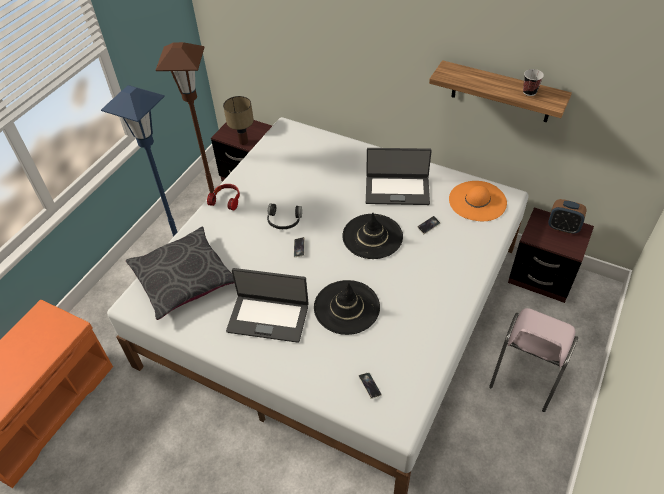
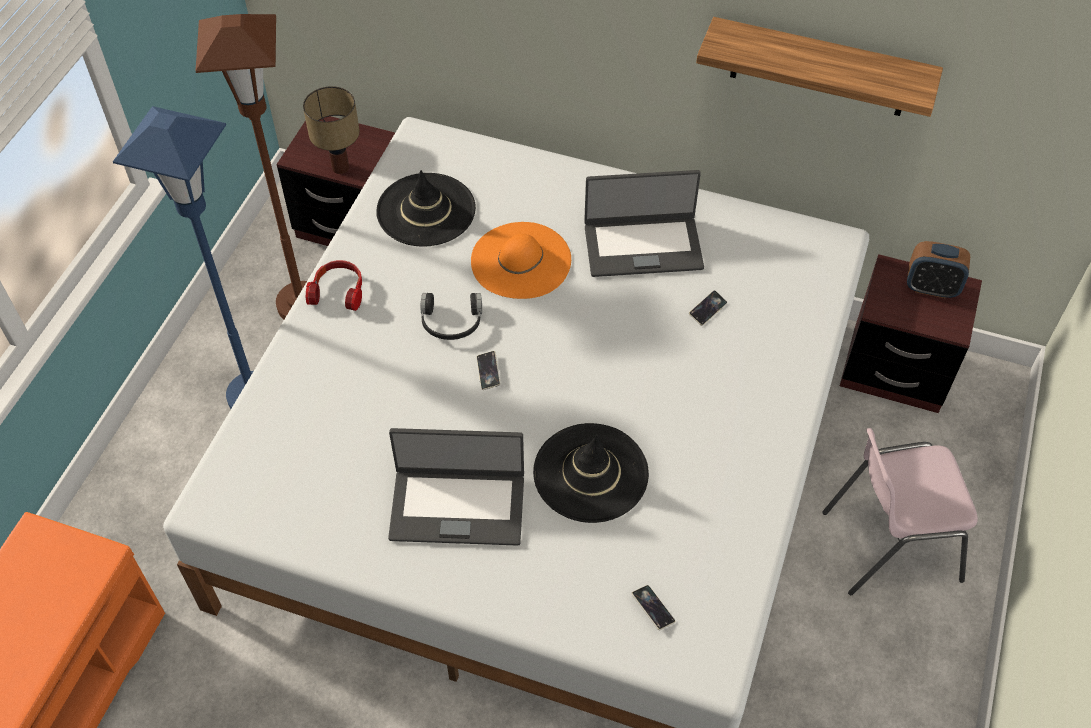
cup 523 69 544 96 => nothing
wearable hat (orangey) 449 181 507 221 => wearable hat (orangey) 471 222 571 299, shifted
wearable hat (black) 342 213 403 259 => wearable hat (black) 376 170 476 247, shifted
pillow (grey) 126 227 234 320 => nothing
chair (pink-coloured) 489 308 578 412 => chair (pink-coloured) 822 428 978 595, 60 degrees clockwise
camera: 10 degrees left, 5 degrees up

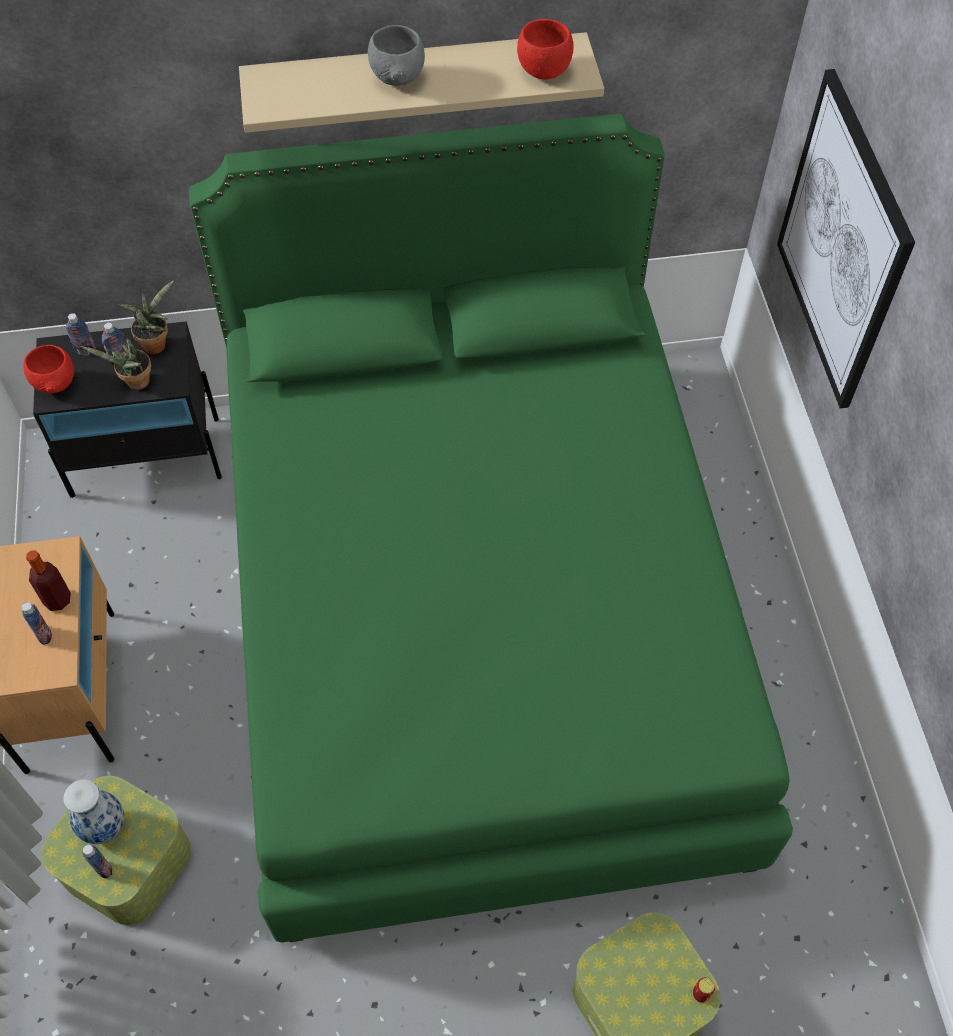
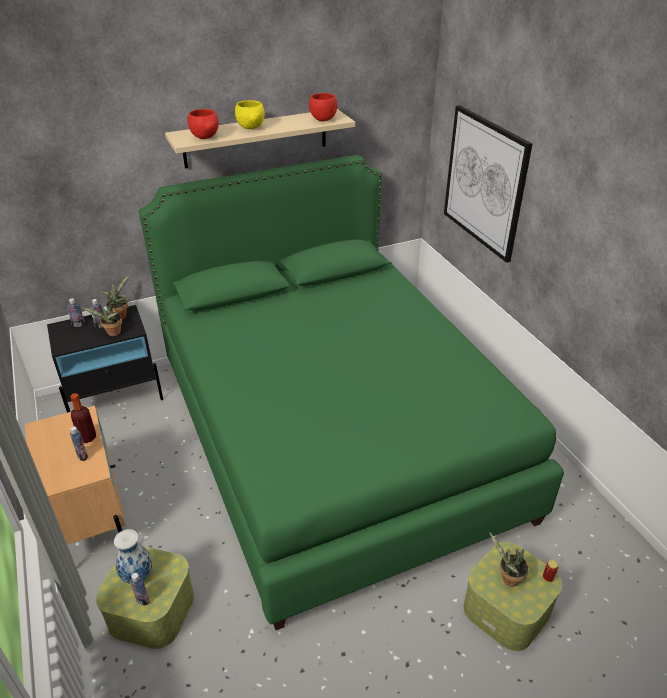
deep dish (grey) 368 25 425 86 => deep dish (yellow-coloured) 235 100 265 129
deep dish (red) 24 345 74 393 => deep dish (red) 188 109 219 139, shifted
nothing => potted plant 489 532 529 587
camera: 15 degrees left, 20 degrees down

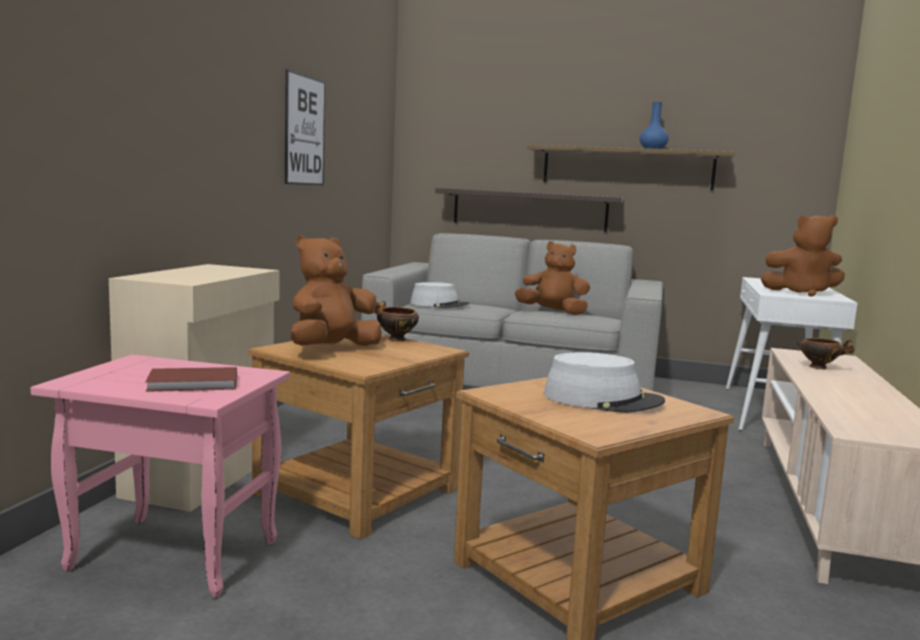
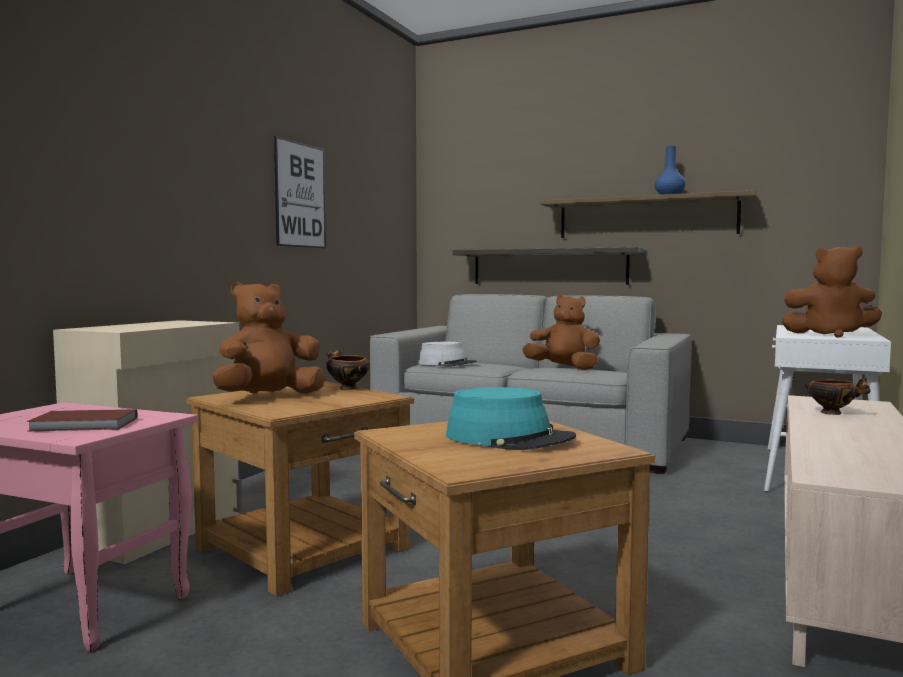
wearable hat (grey) 544 352 665 413 => wearable hat (blue-green) 446 387 576 450
camera: 10 degrees right, 5 degrees down

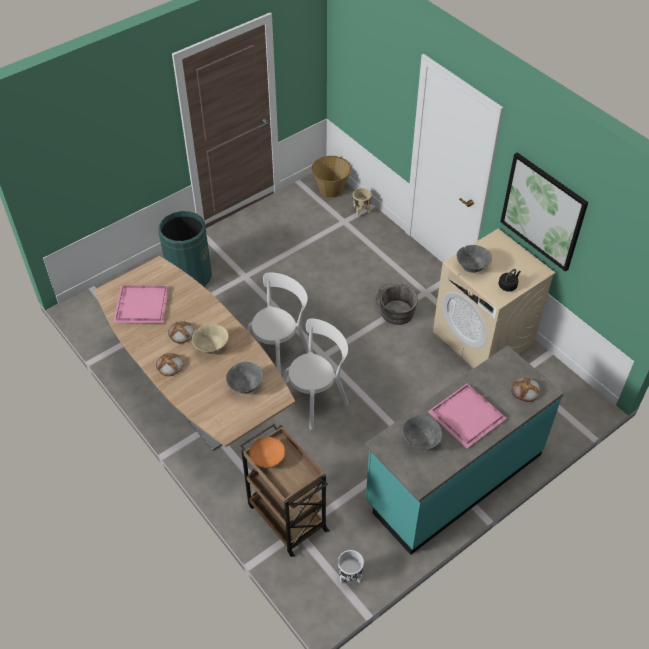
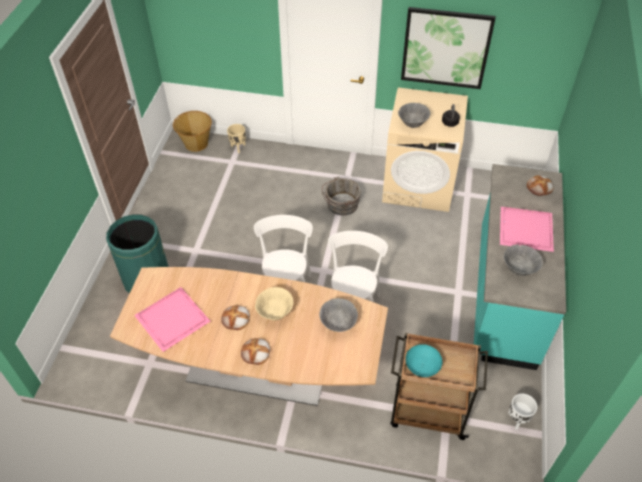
deep dish (orangey) 250 437 285 468 => deep dish (blue-green) 405 344 442 377
camera: 40 degrees left, 0 degrees up

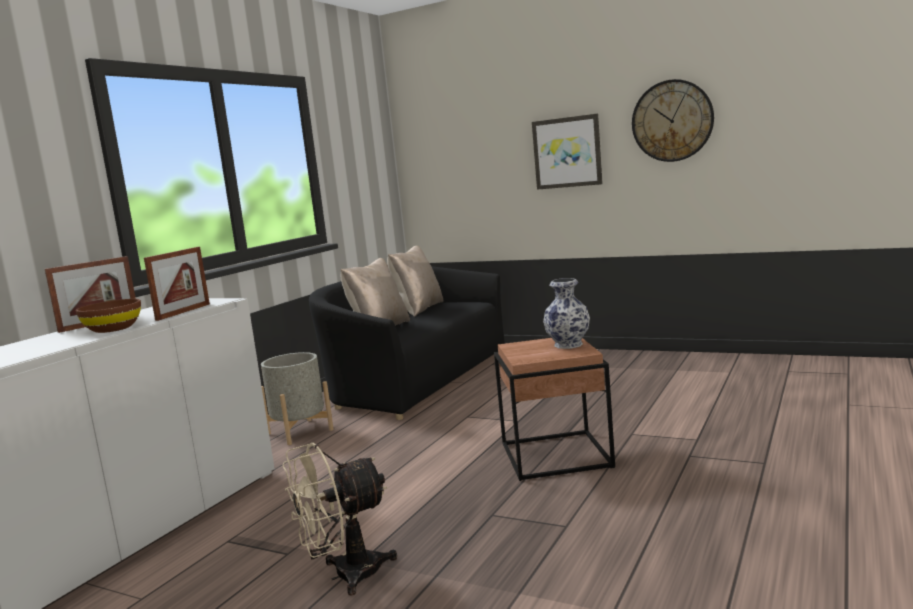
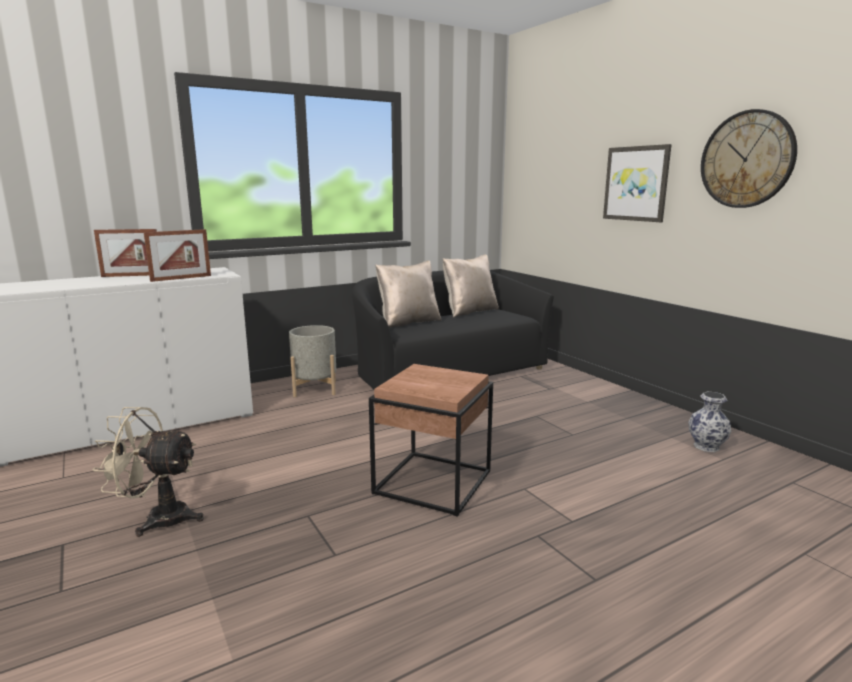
decorative vase 543 278 590 349 => decorative vase 688 392 731 452, shifted
deep dish (brown-coloured) 76 299 141 333 => nothing
camera: 30 degrees right, 5 degrees up

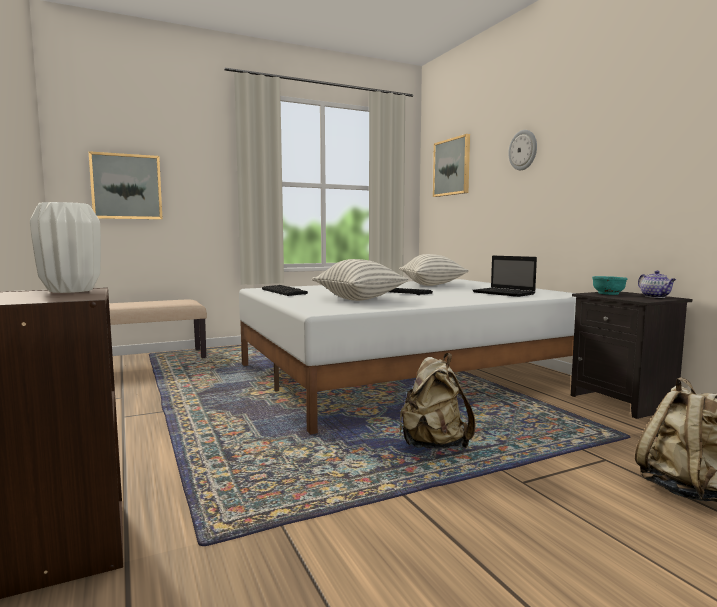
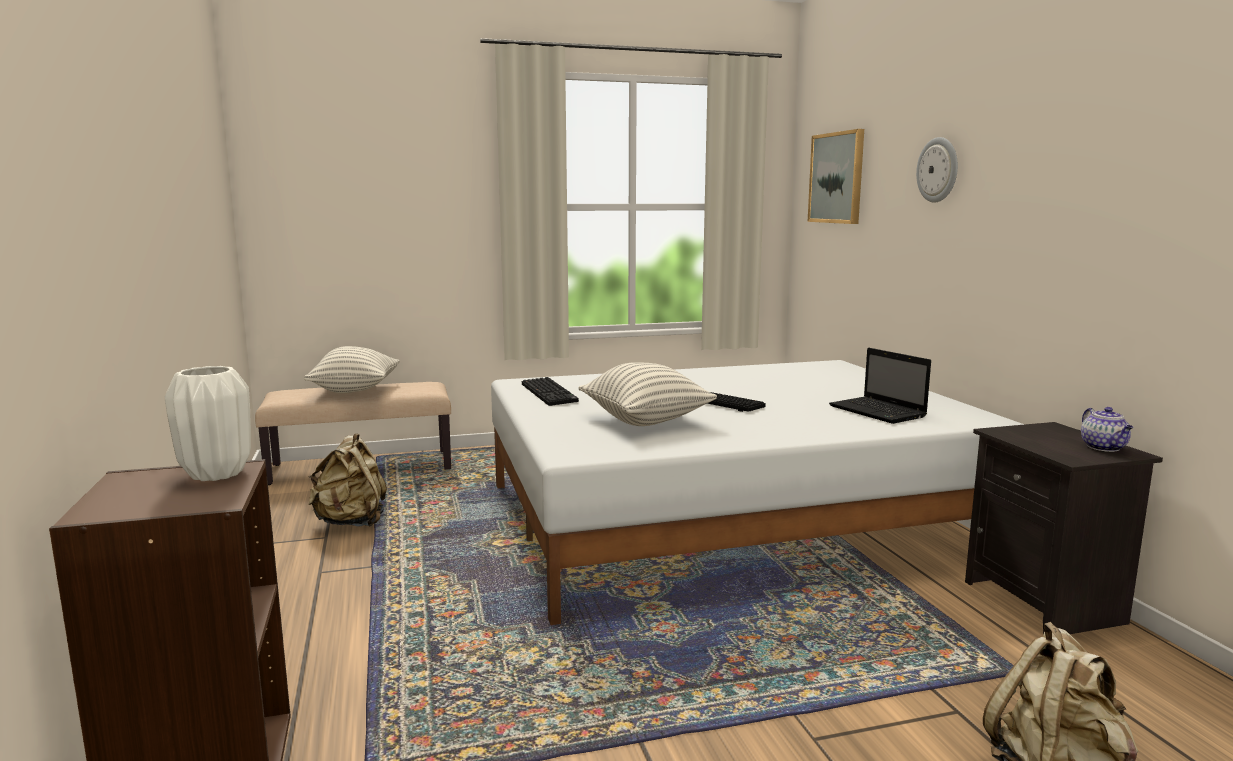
wall picture 88 151 163 219 => nothing
pillow 399 254 469 286 => pillow 304 346 400 393, shifted
deep dish (blue-green) 592 276 628 295 => nothing
rucksack (beige) 399 353 475 449 => rucksack (beige) 309 433 387 527, shifted
camera: 10 degrees right, 5 degrees up

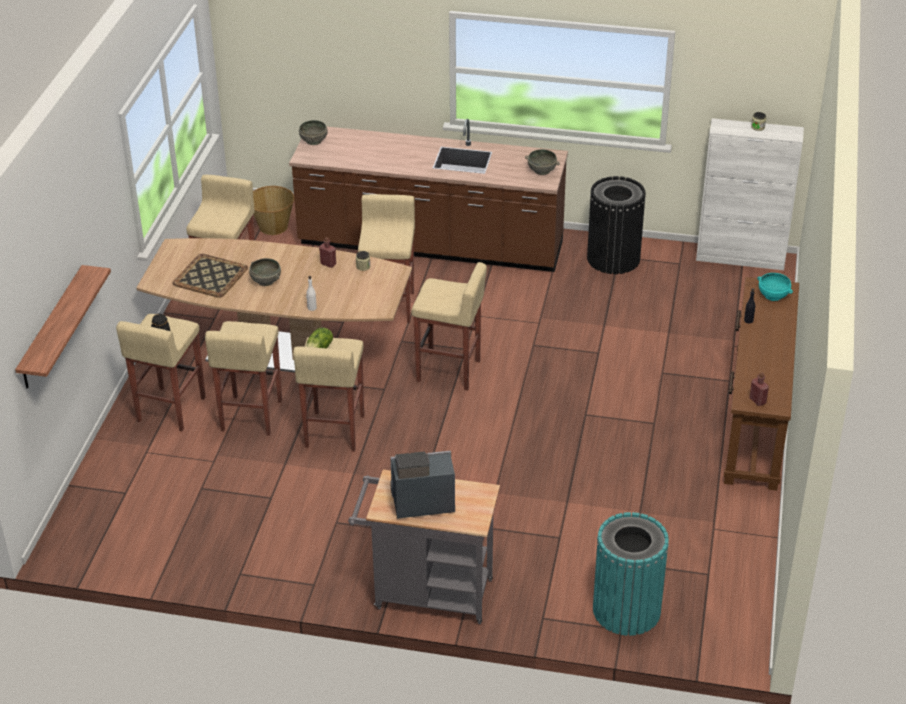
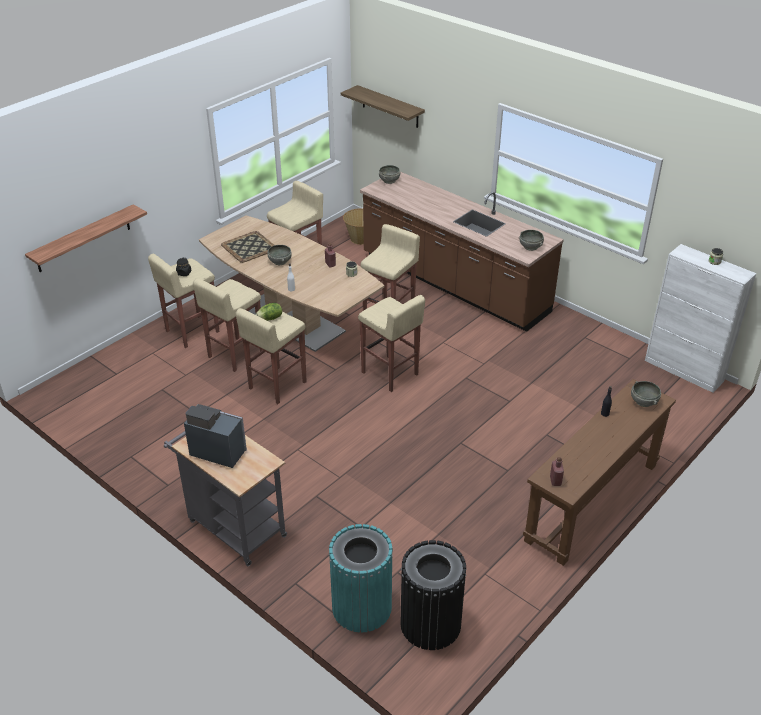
trash can (black) 587 176 646 274 => trash can (black) 401 540 467 650, shifted
deep dish (blue-green) 758 273 793 301 => deep dish (grey) 631 381 661 407
nothing => shelf 341 85 425 128
camera: 30 degrees right, 0 degrees up

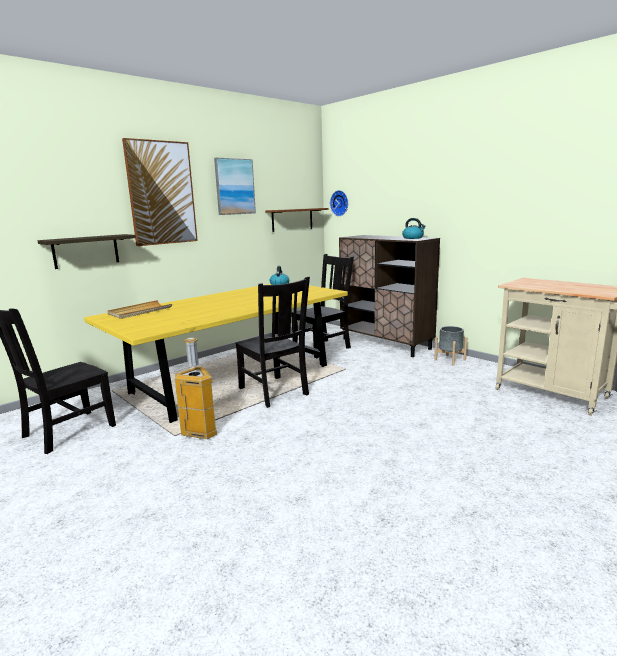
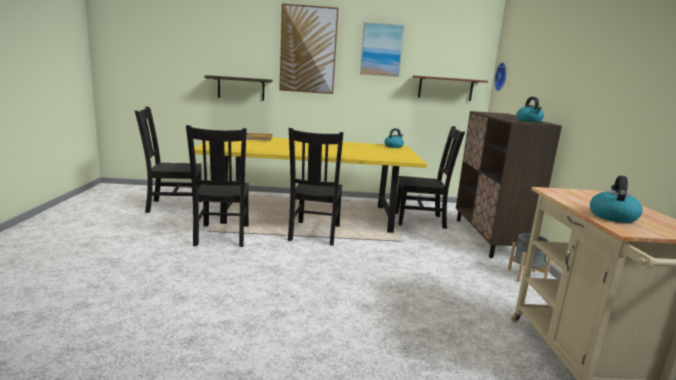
trash can 175 337 217 439 => chair (black) 186 125 249 247
nothing => water kettle 590 175 643 223
camera: 40 degrees right, 0 degrees up

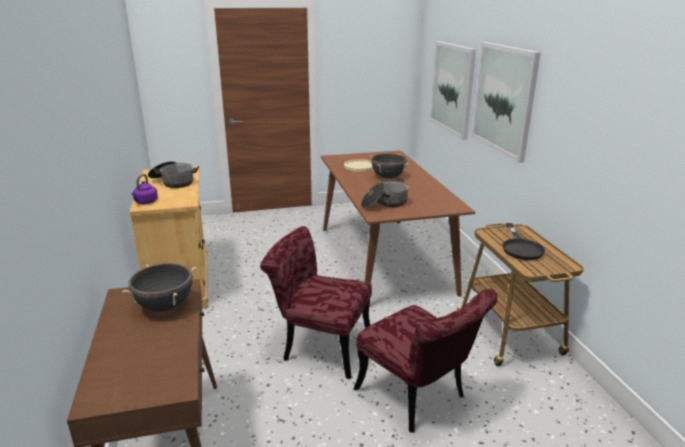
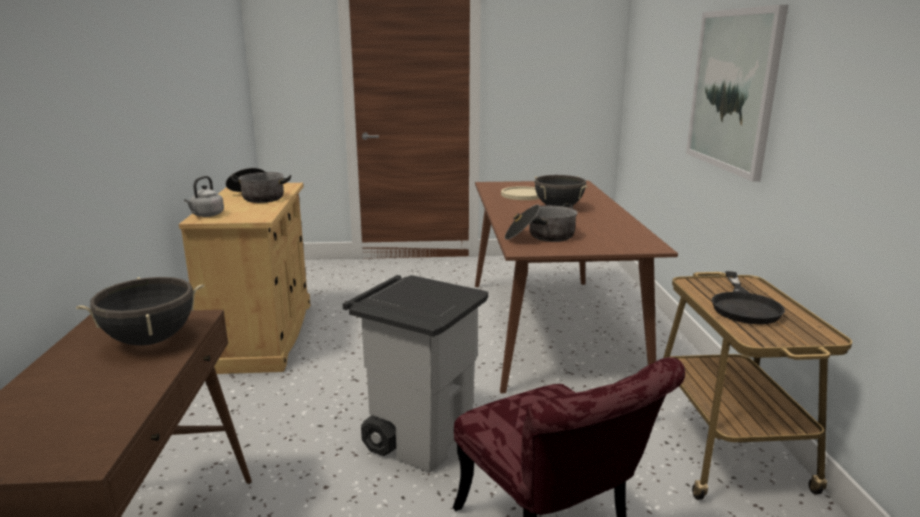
wall picture 430 41 476 140 => nothing
water kettle (purple) 132 174 158 204 => water kettle (grey) 184 176 224 217
chair (red) 260 226 372 379 => trash can (grey) 343 275 488 473
camera: 10 degrees right, 5 degrees down

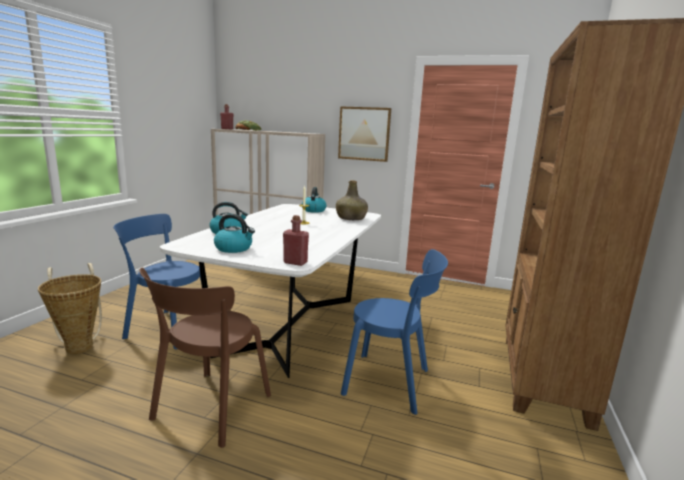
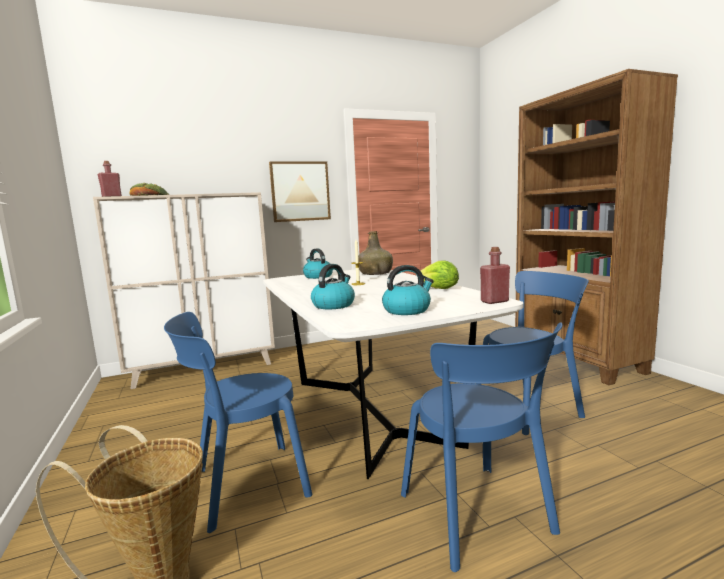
chair (brown-coloured) 140 267 271 448 => chair (blue) 401 322 563 572
nothing => head of lettuce 421 260 459 289
camera: 40 degrees left, 5 degrees down

